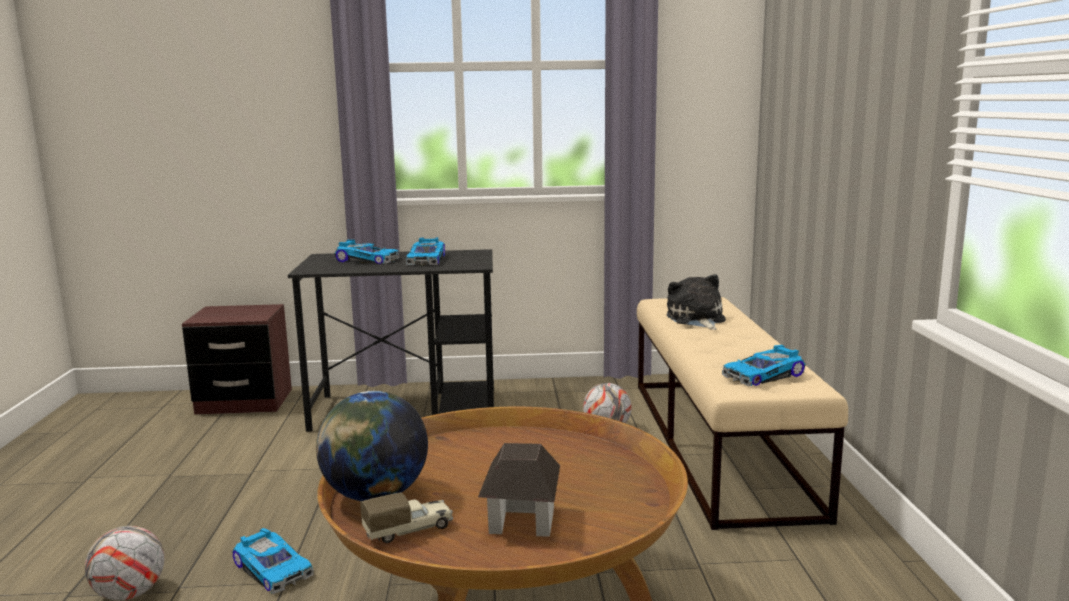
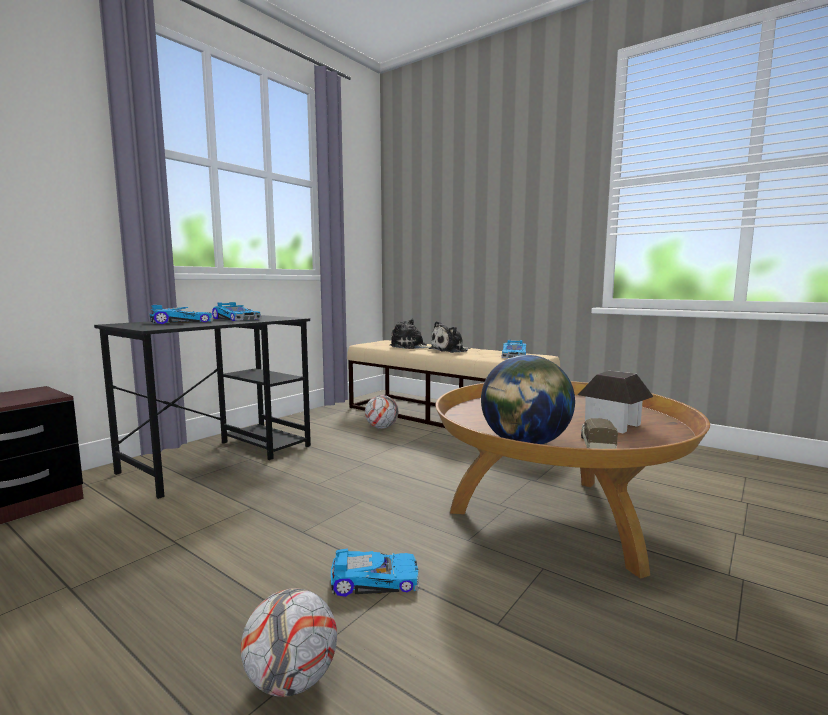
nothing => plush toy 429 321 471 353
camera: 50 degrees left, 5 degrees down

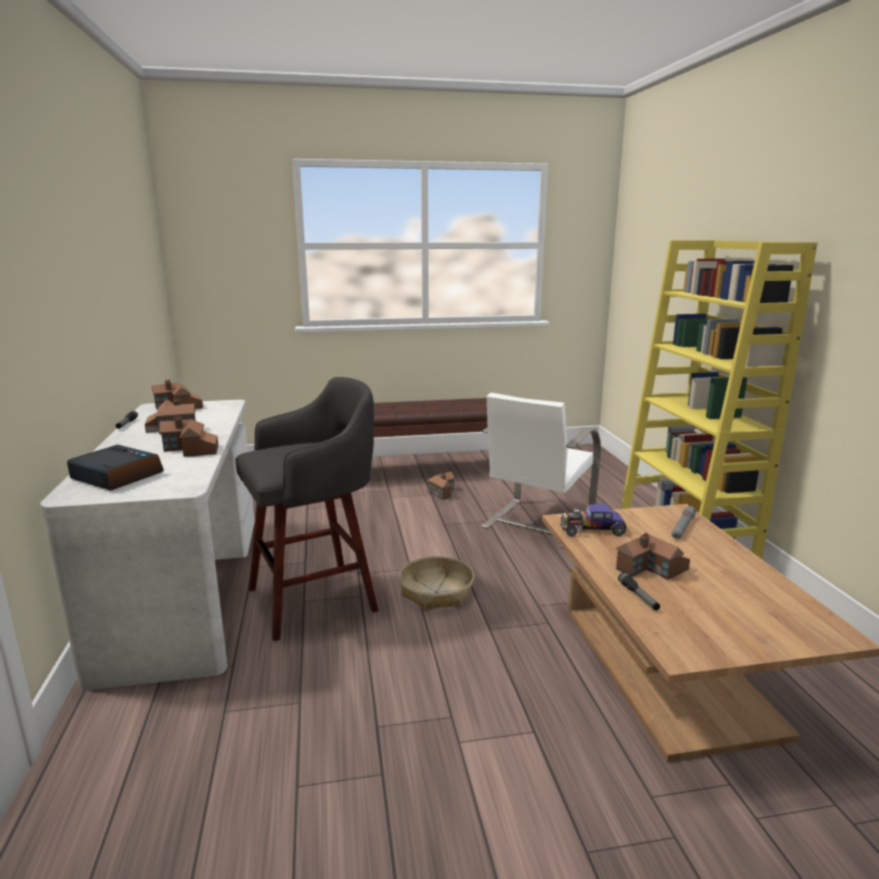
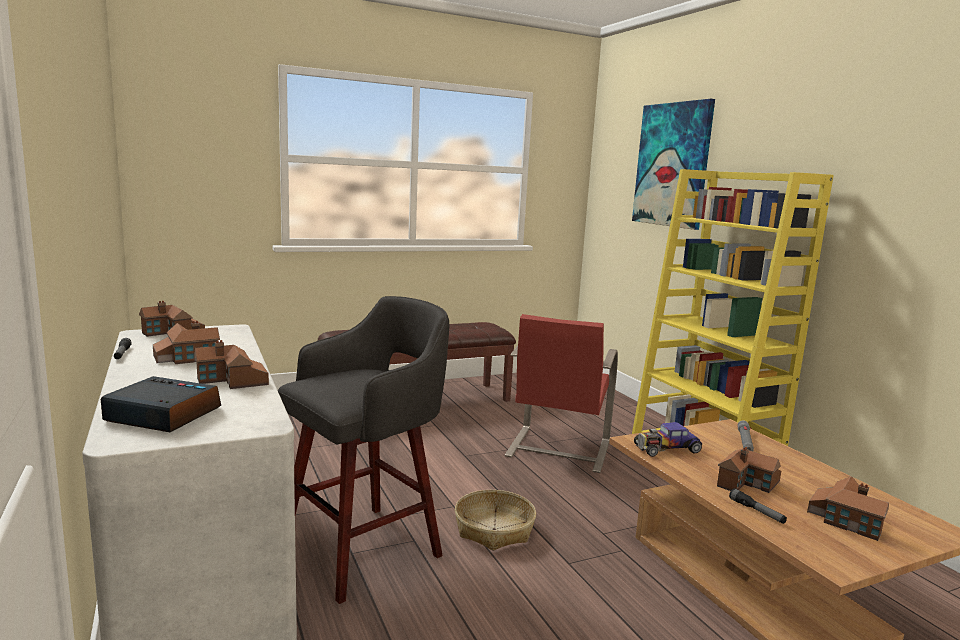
chair (whitish) 481 393 601 548 => chair (red) 505 314 618 473
miniature house 427 471 455 500 => miniature house 807 476 889 541, shifted
nothing => wall picture 632 99 715 230
camera: 15 degrees left, 5 degrees down

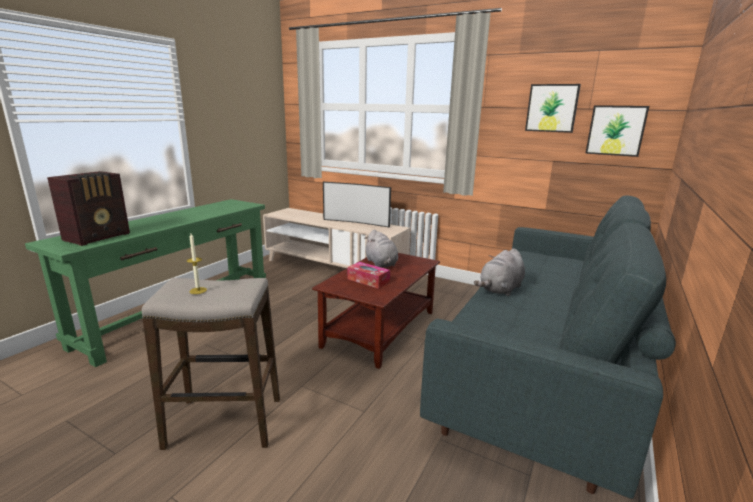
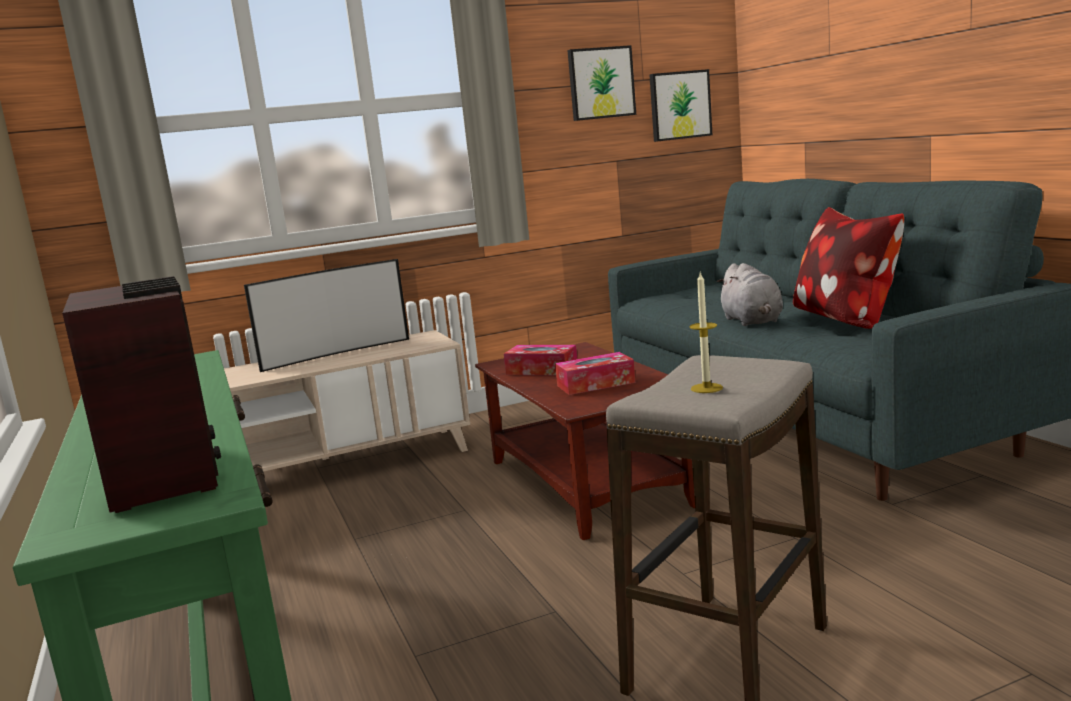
plush toy (grey) 364 229 398 267 => box of tissues 504 345 577 375
nothing => pillow 793 207 904 329
camera: 50 degrees left, 5 degrees down

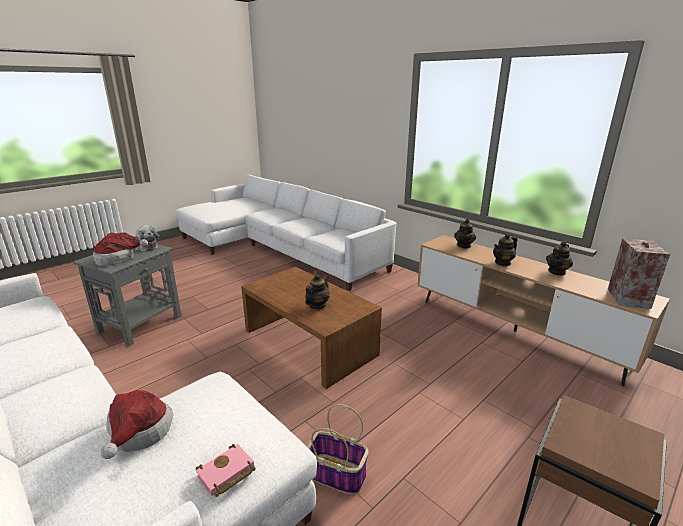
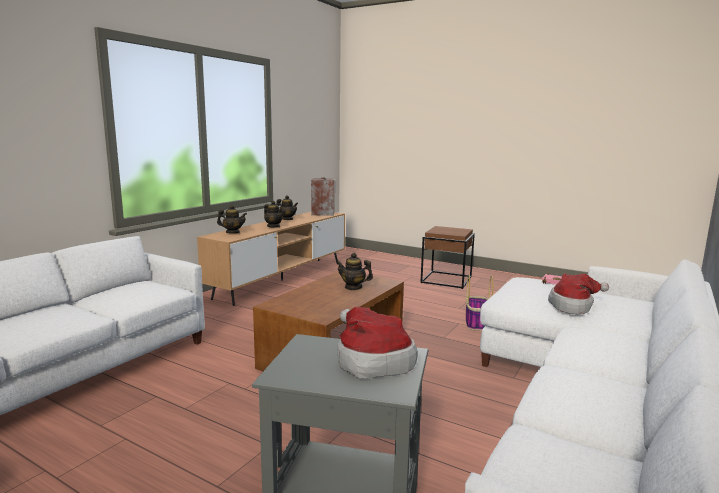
plush toy 135 225 160 252 => nothing
camera: 105 degrees left, 10 degrees down

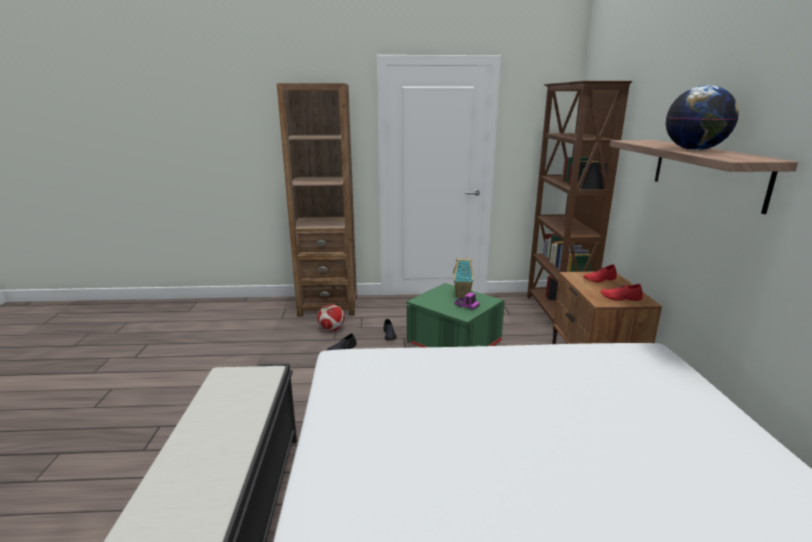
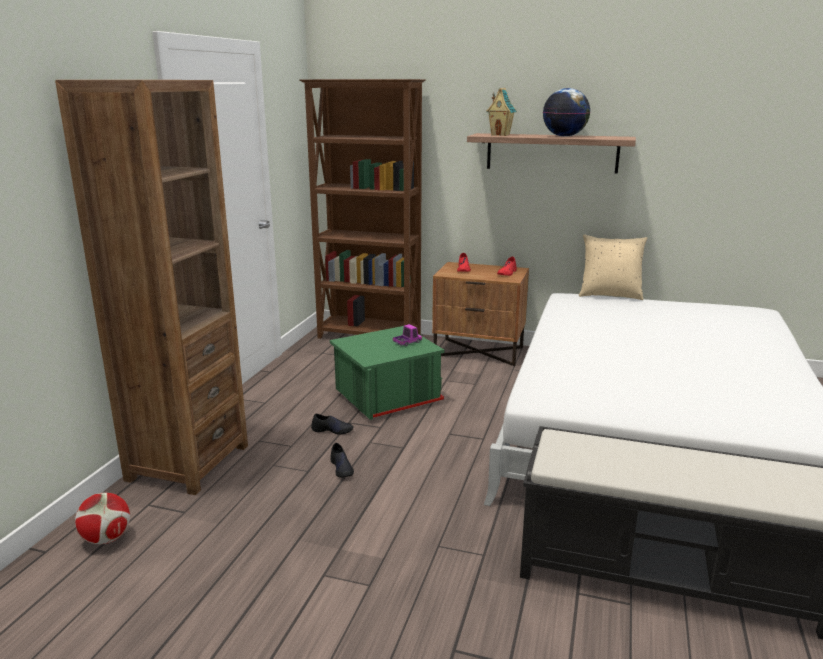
miniature house 453 259 474 298 => miniature house 486 88 517 136, shifted
football 318 304 345 331 => football 75 493 130 544, shifted
nothing => pillow (beige) 579 234 647 300
camera: 70 degrees left, 0 degrees up

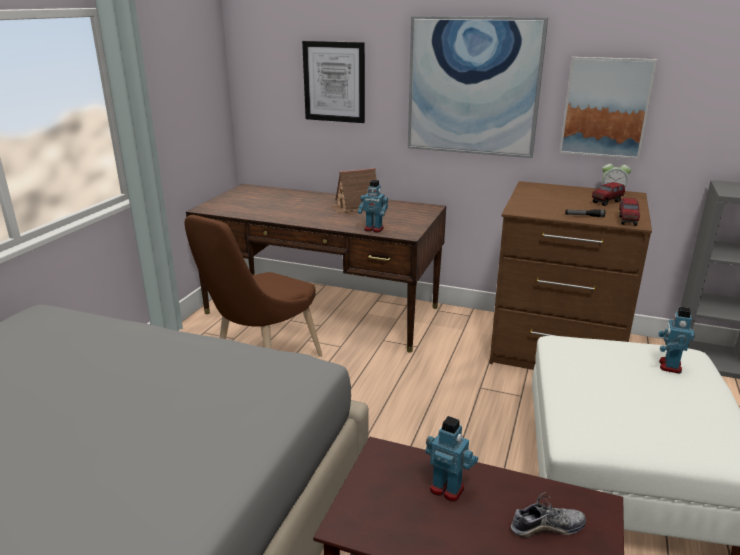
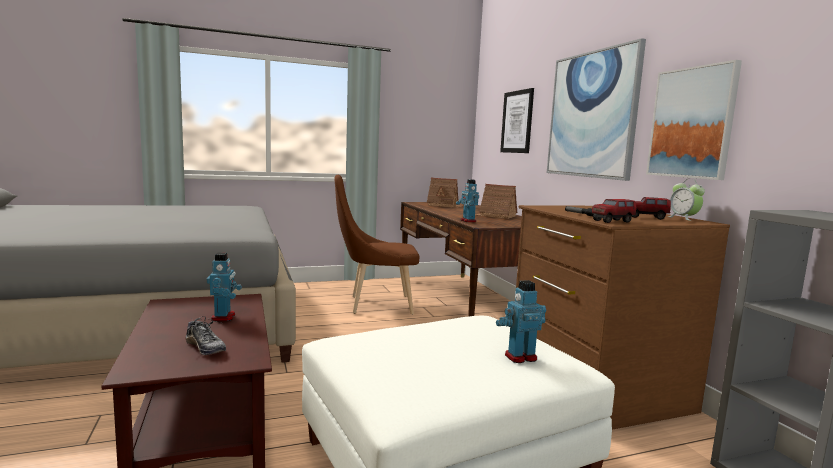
nothing => miniature house 427 177 462 208
camera: 50 degrees right, 15 degrees down

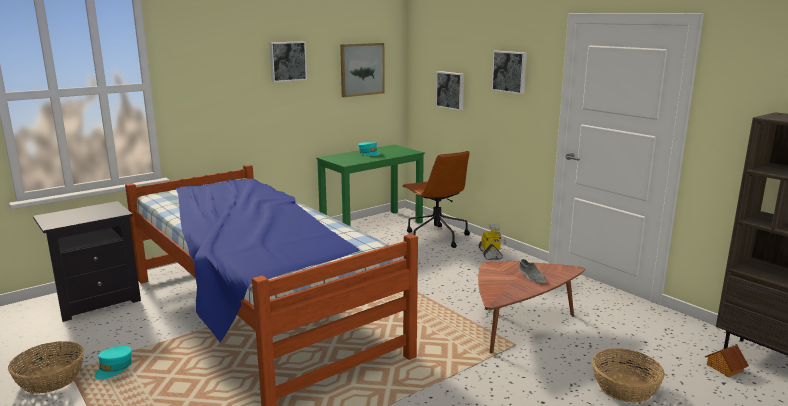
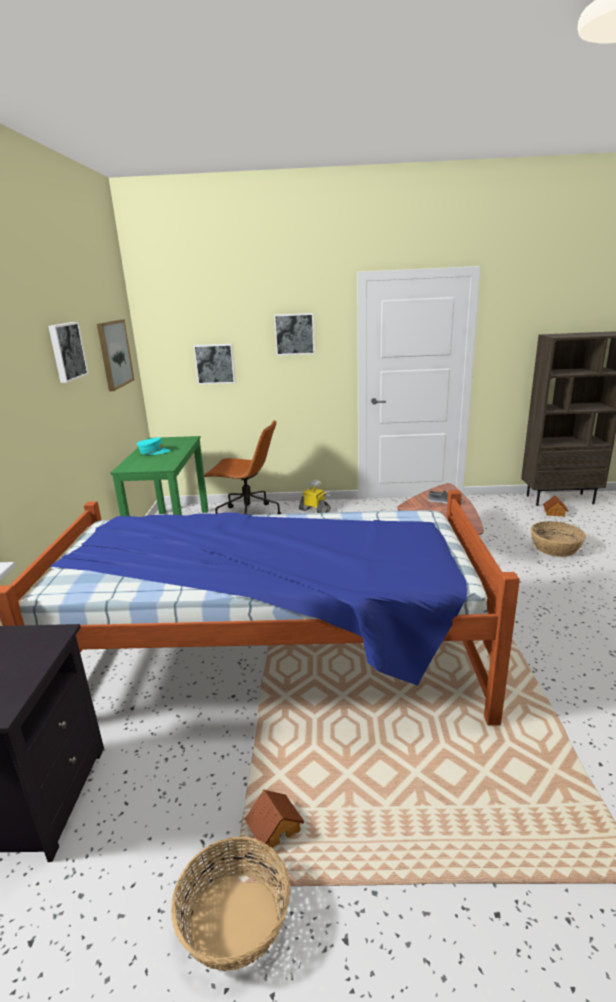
cap (blue-green) 94 346 132 380 => miniature house 245 789 305 851
camera: 50 degrees left, 5 degrees up

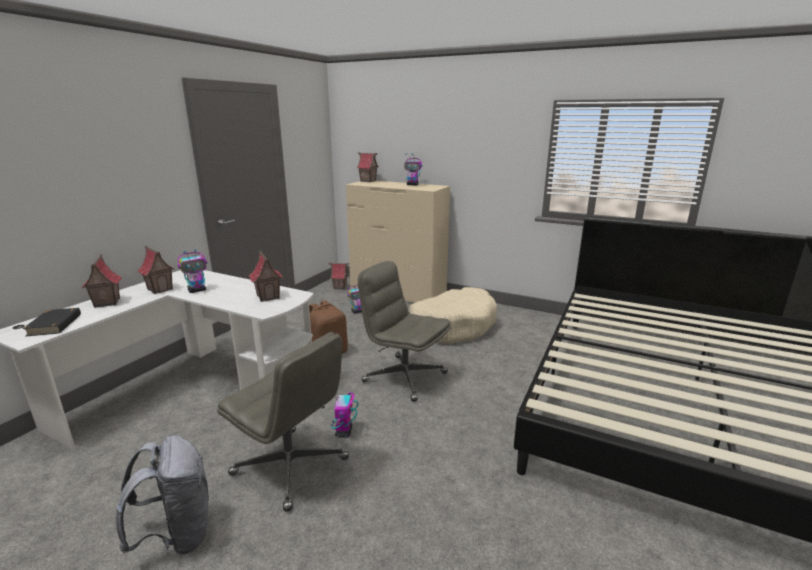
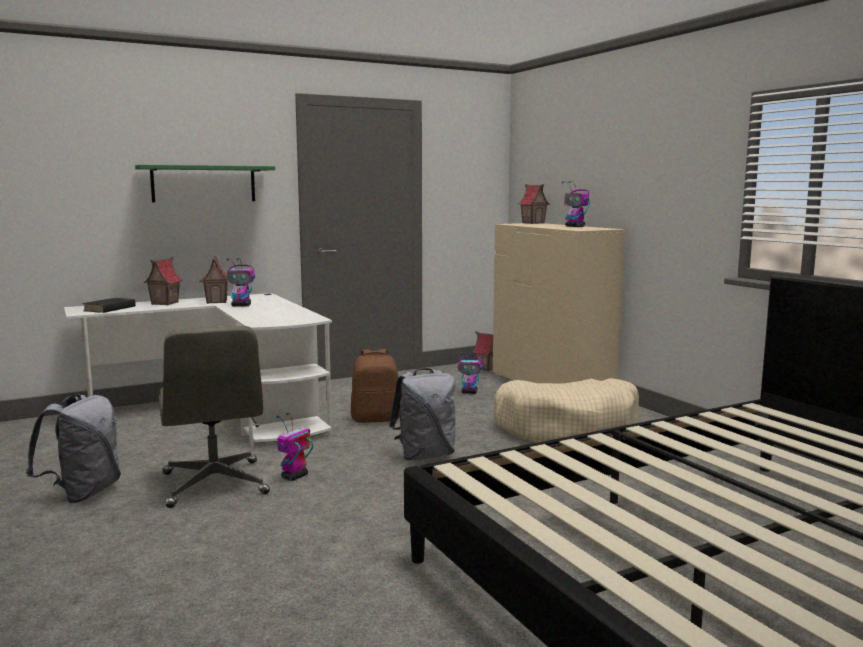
miniature house 249 250 283 302 => nothing
desk chair (grey) 358 261 451 402 => rucksack (grey) 389 368 456 461
nothing => shelf (green) 135 165 275 202
camera: 35 degrees right, 10 degrees down

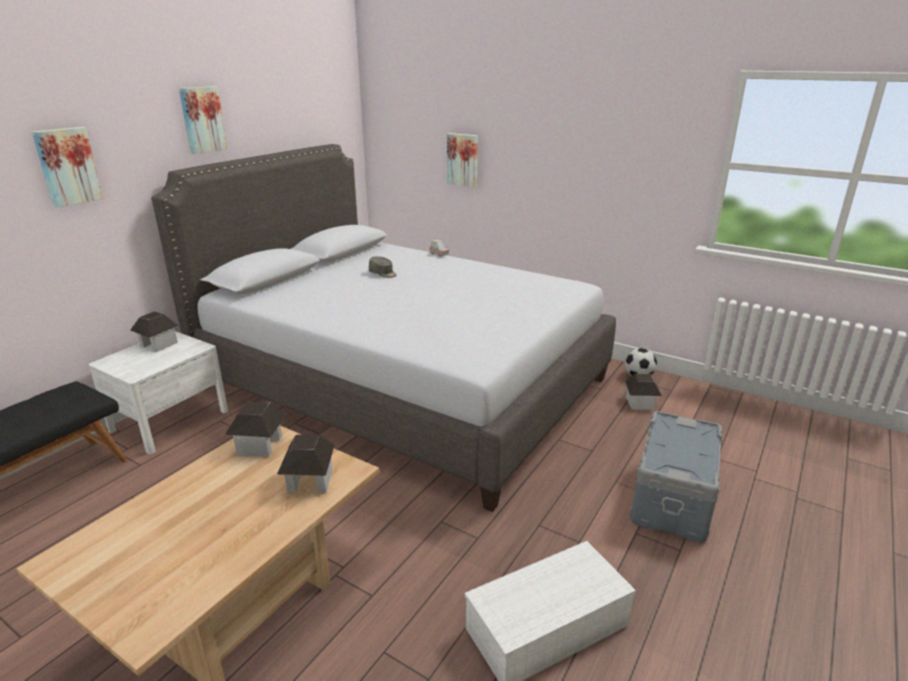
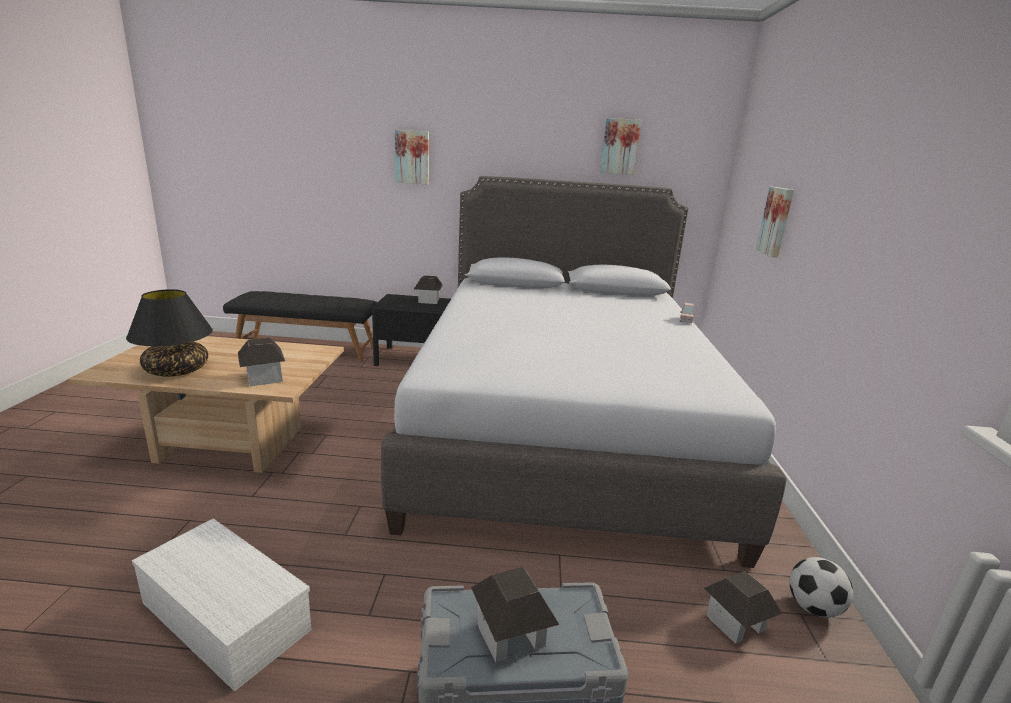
wall picture 179 86 227 154 => wall picture 600 118 641 175, shifted
cap (grey) 369 256 397 278 => nothing
night table (whitish) 88 331 228 454 => night table (black) 372 294 451 366
miniature house 225 402 287 457 => miniature house 471 567 559 662, shifted
nothing => table lamp (black) 126 289 213 376
camera: 60 degrees right, 5 degrees down

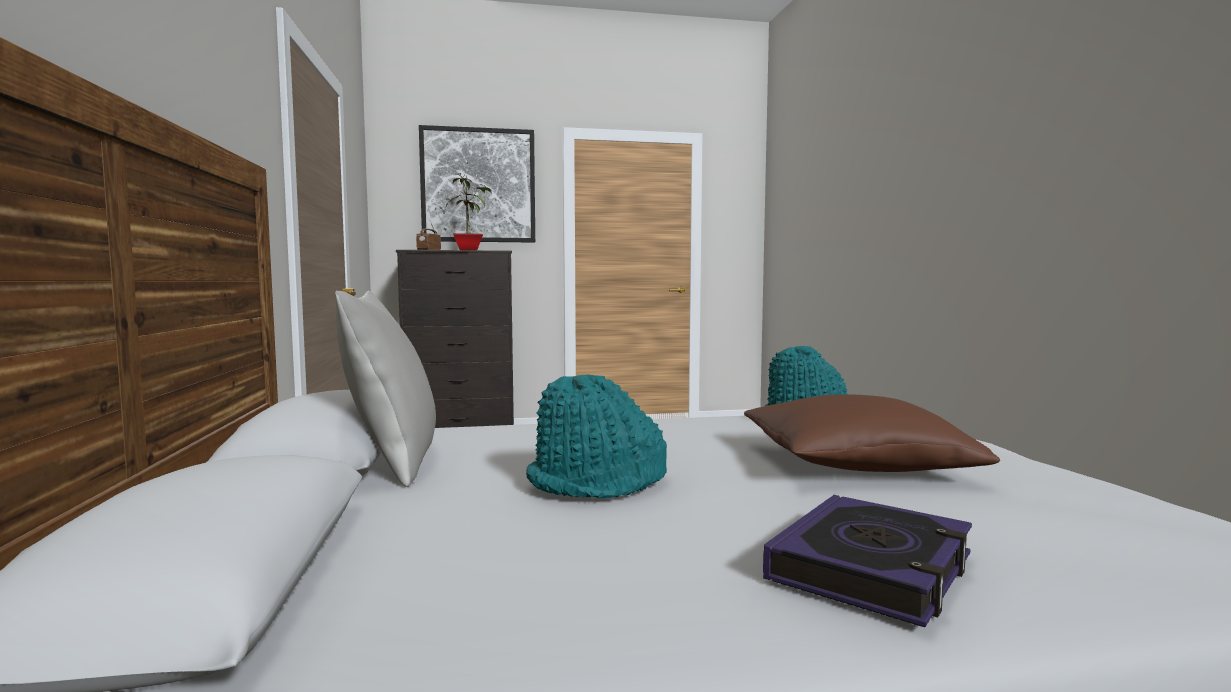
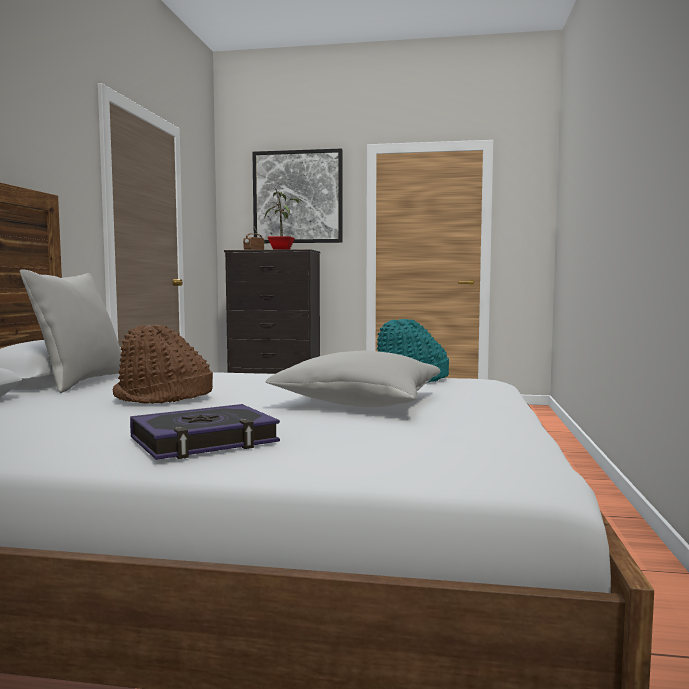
wearable hat (blue-green) 526 375 667 498 => wearable hat (brown-coloured) 112 325 213 404
pillow (brown-coloured) 744 394 1000 472 => pillow (grey) 265 351 440 407
camera: 20 degrees right, 0 degrees up

